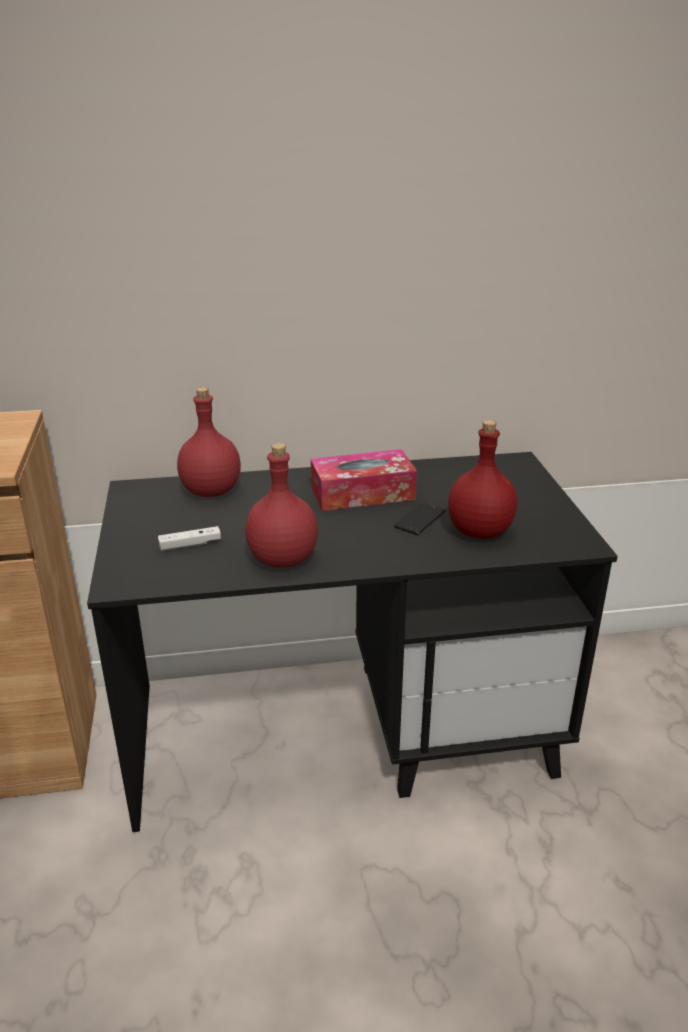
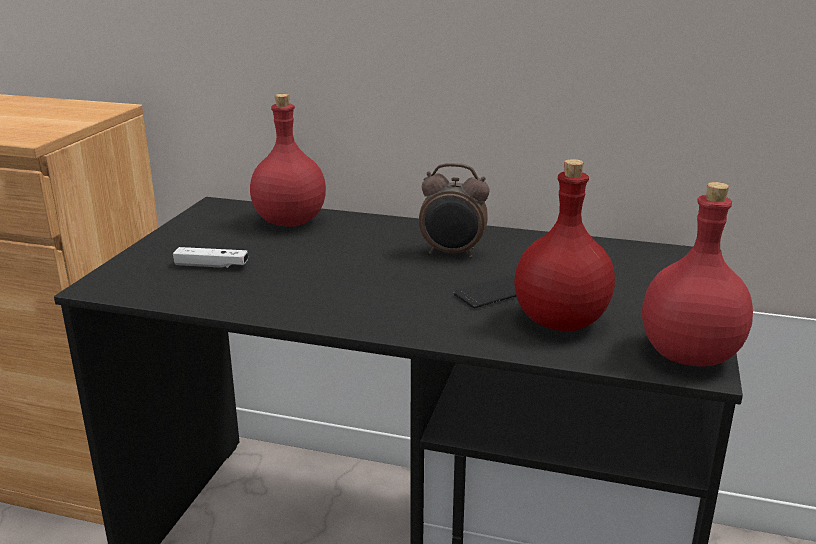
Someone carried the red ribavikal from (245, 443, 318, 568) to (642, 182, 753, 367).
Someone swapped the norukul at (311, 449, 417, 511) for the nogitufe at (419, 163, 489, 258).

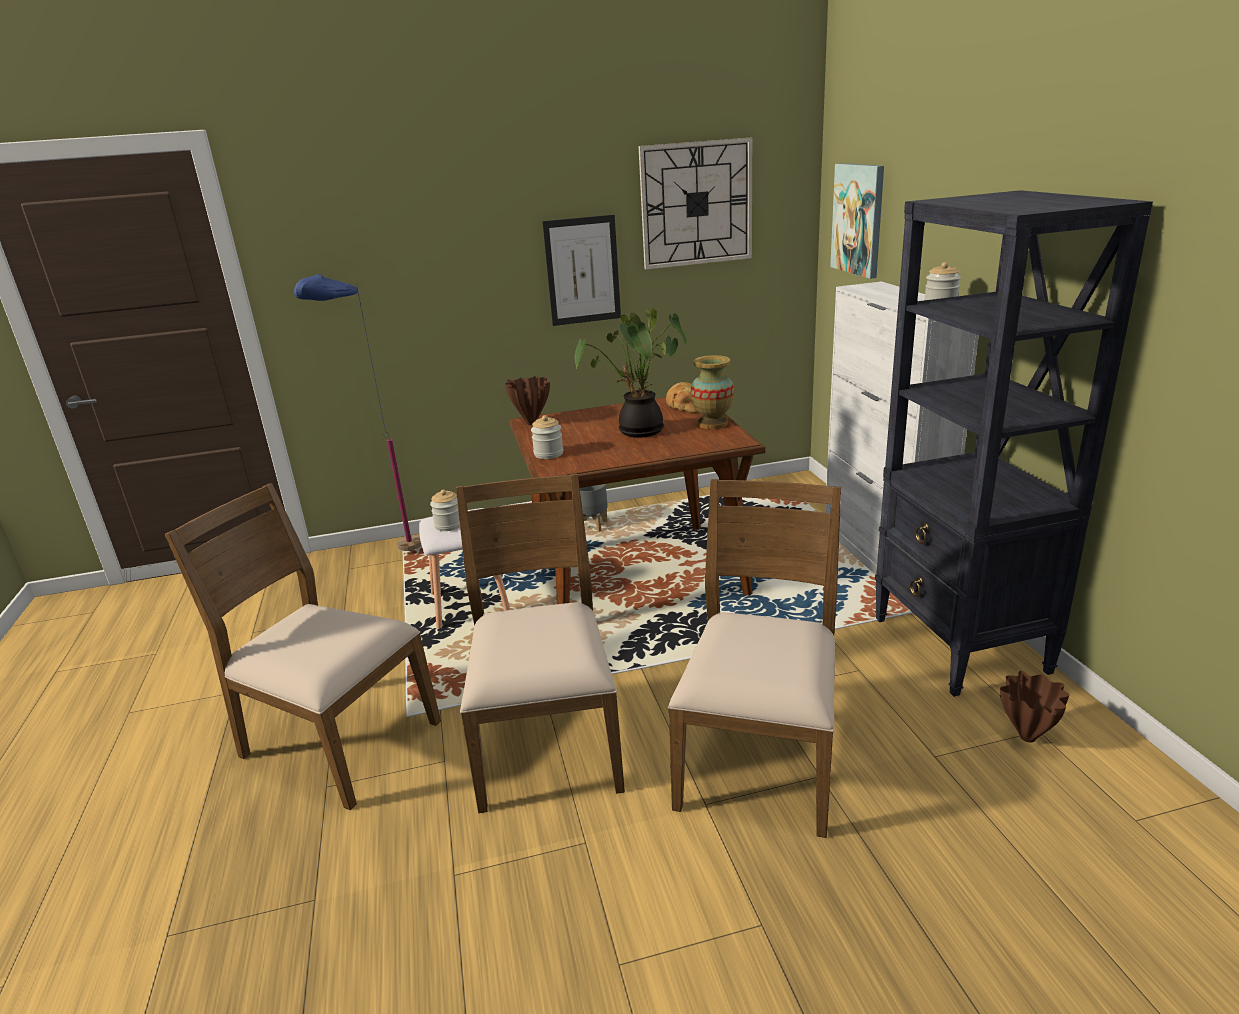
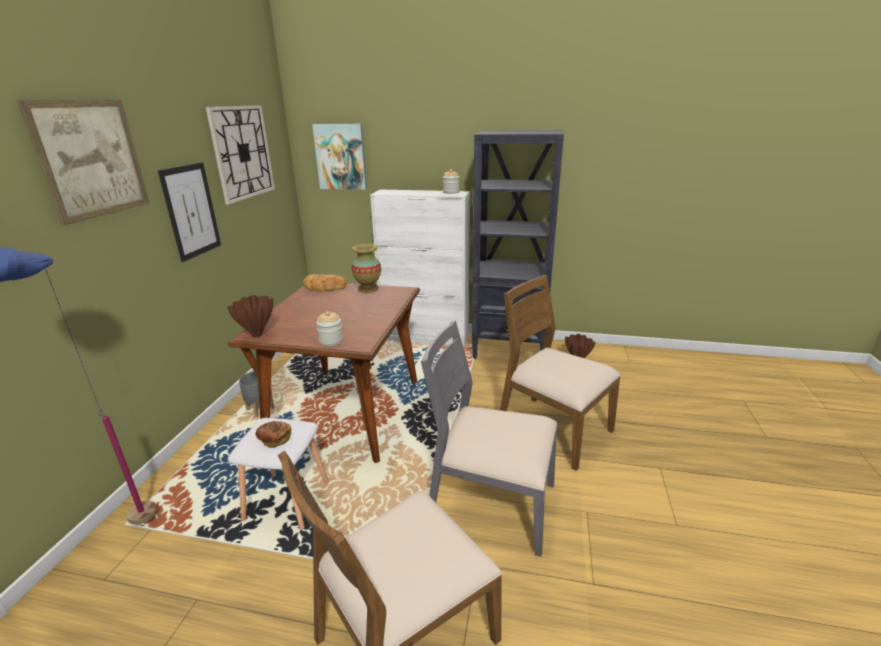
Someone swapped the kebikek at (430, 490, 460, 531) for the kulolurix at (256, 421, 291, 448).
Someone repainted the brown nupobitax at (456, 474, 625, 813), which became the grey nupobitax at (421, 321, 557, 557).
Someone took away the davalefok at (575, 307, 687, 438).
Someone put up the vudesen at (16, 100, 150, 226).

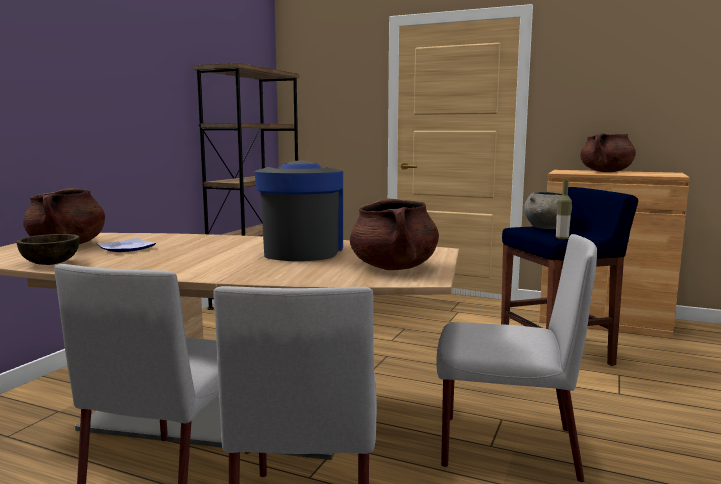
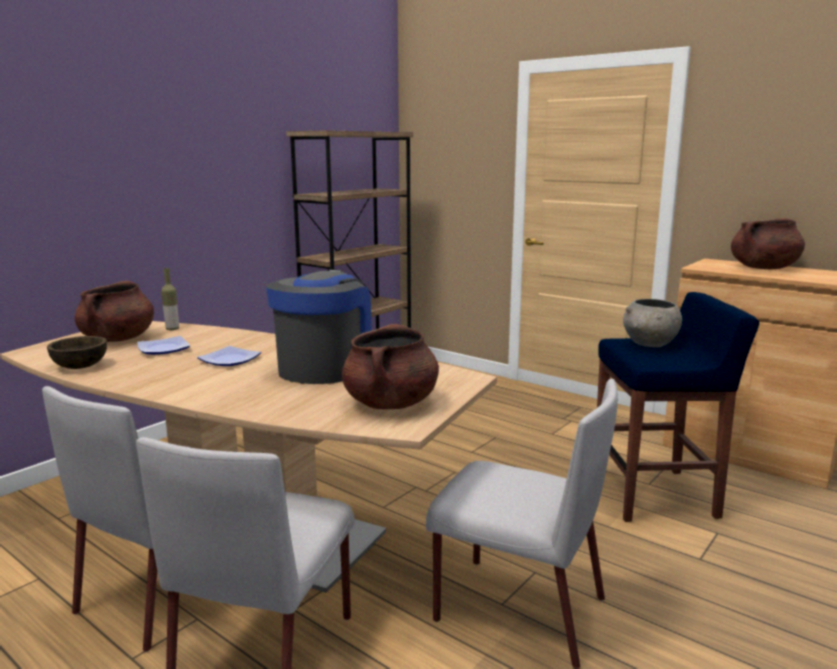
Someone carried the ribavikal from (556, 180, 572, 240) to (161, 268, 179, 330).
Someone put down the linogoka at (197, 346, 261, 366).

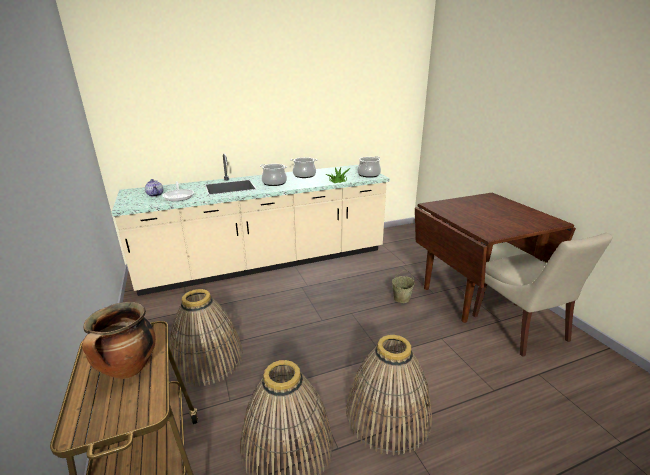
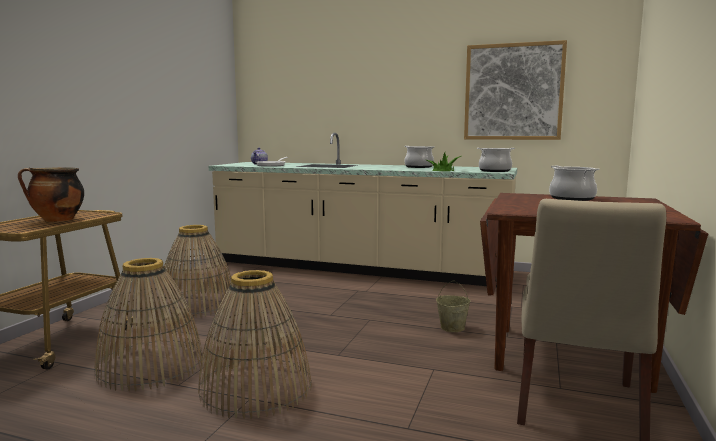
Someone carried the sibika from (260, 164, 287, 186) to (549, 166, 599, 201).
Someone put up the vudesen at (464, 40, 567, 140).

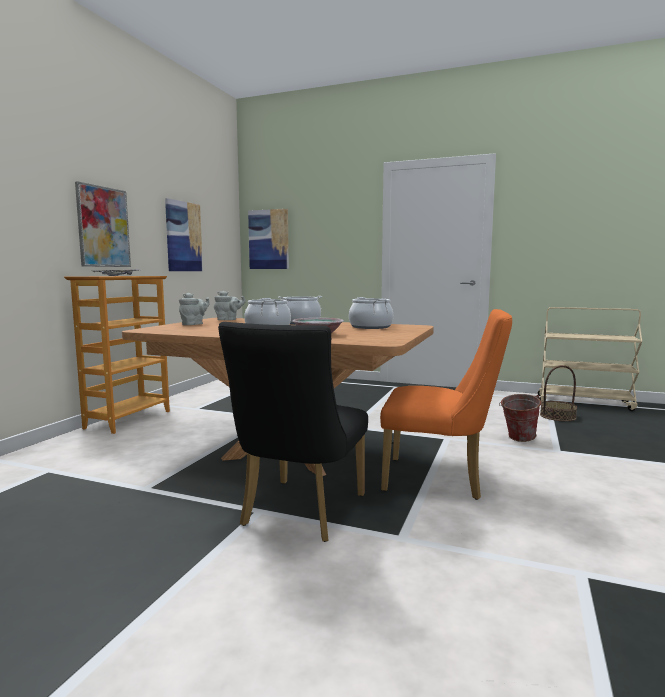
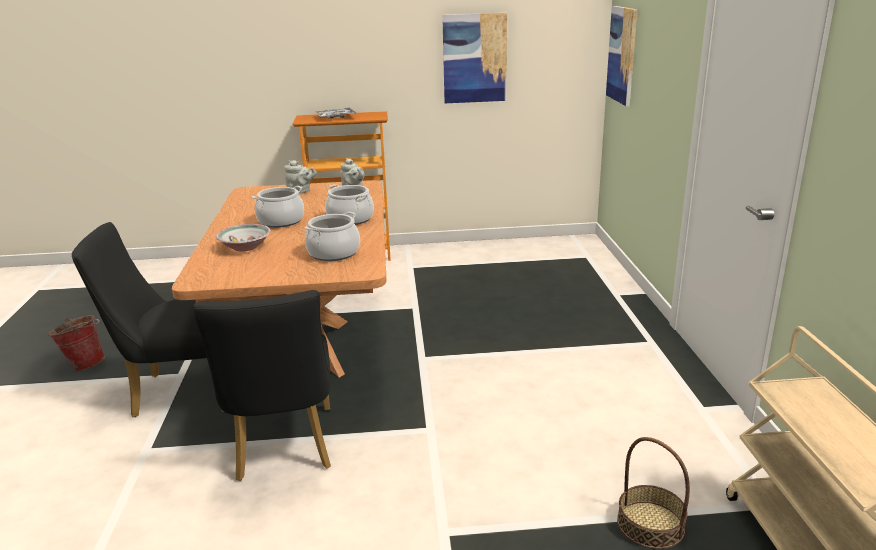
Someone took away the vudesen at (75, 181, 131, 267).
Someone repainted the orange nupobitax at (380, 309, 512, 500), which became the black nupobitax at (193, 290, 331, 481).
Someone carried the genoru from (499, 394, 541, 442) to (48, 315, 105, 371).

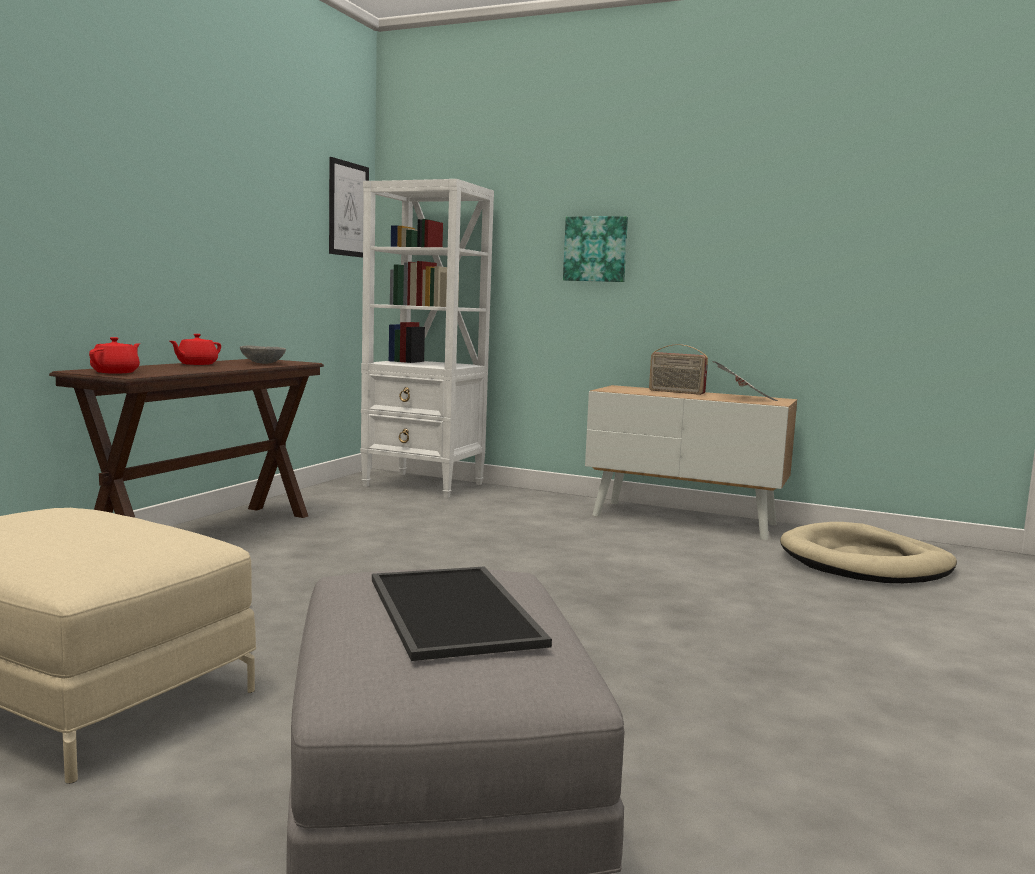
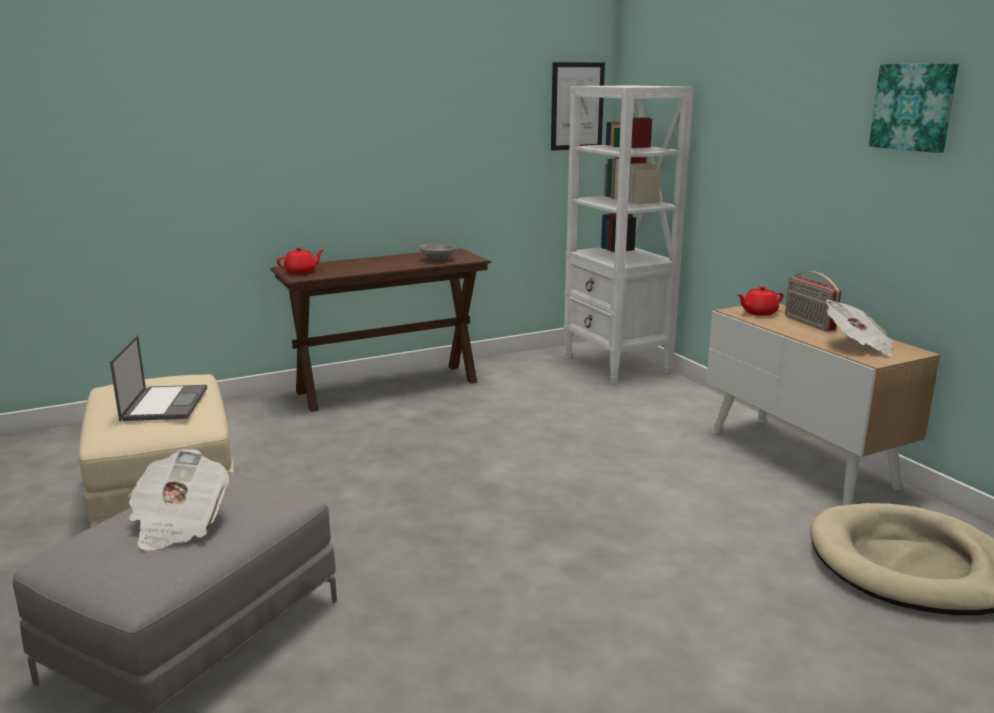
Someone carried the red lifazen from (170, 334, 221, 365) to (737, 286, 783, 316).
Someone swapped the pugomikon at (372, 567, 552, 661) for the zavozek at (128, 449, 230, 551).
Someone carried the vudesen from (563, 216, 628, 282) to (869, 63, 959, 153).
Someone put down the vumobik at (110, 335, 207, 421).

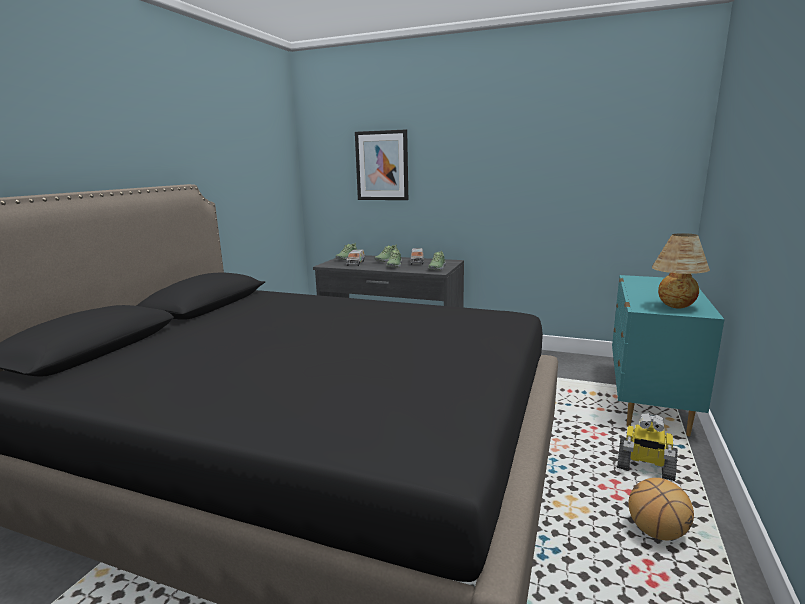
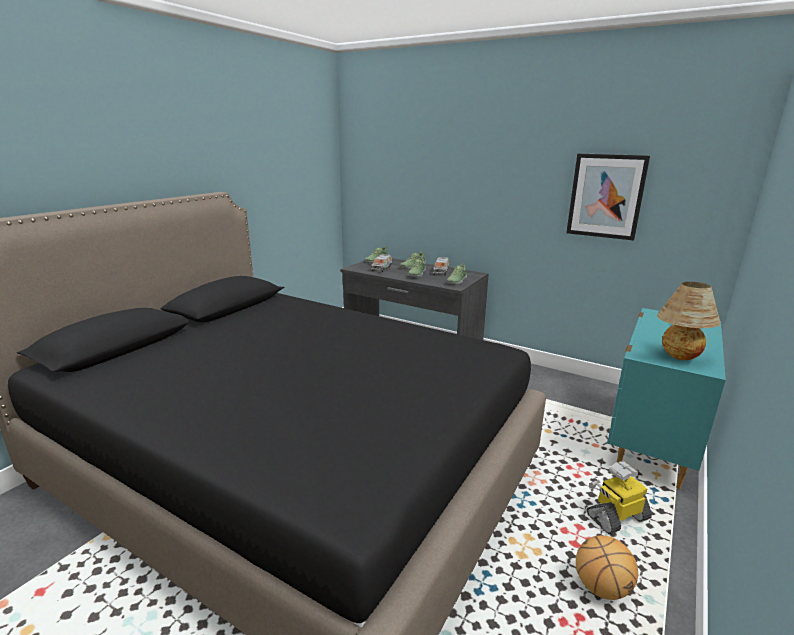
Someone carried the vudesen from (355, 129, 408, 200) to (566, 153, 650, 241).
Someone rotated the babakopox at (617, 413, 678, 481) by 120 degrees clockwise.

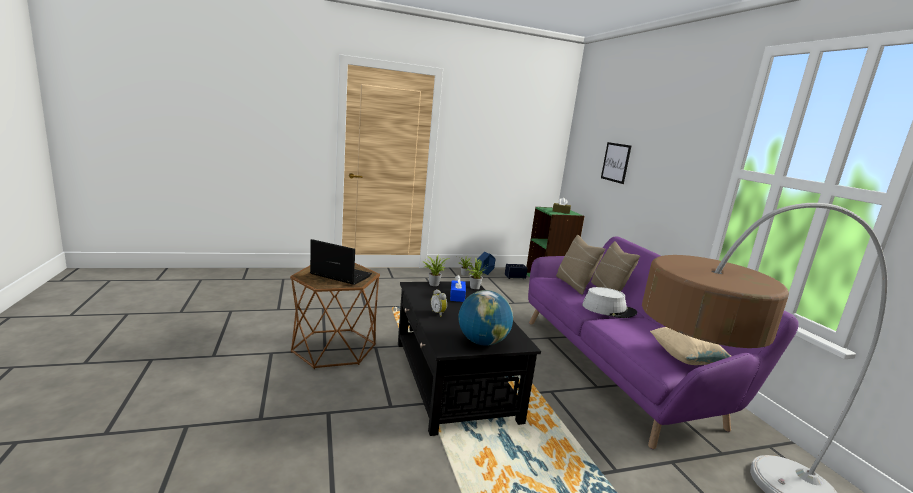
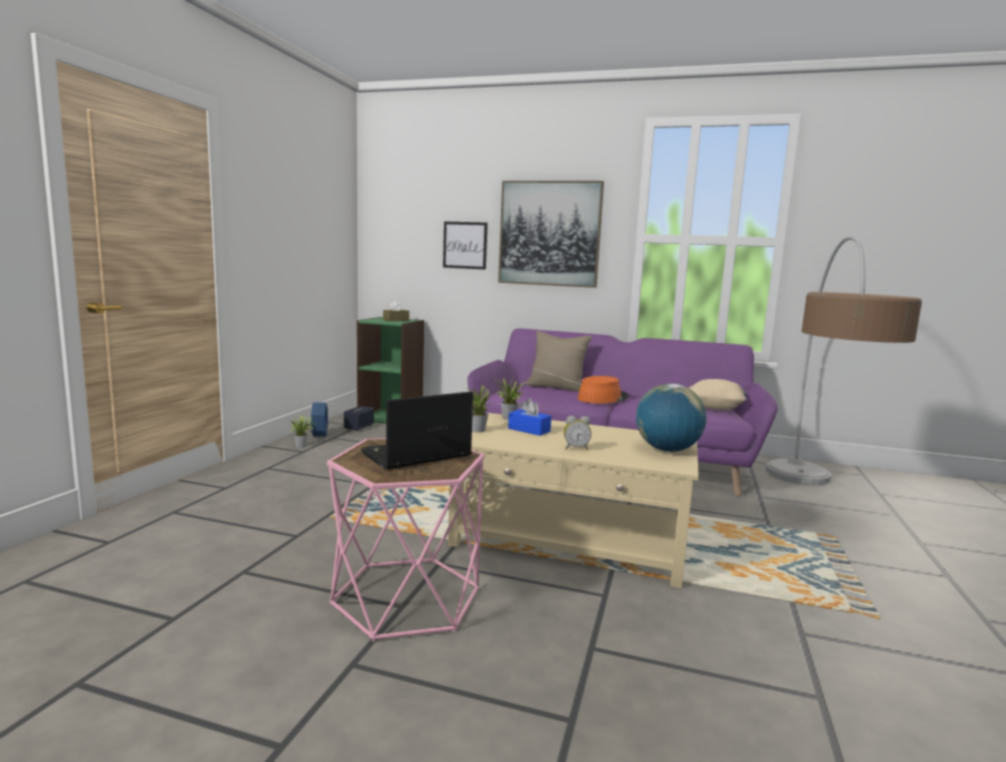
Someone repainted the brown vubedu at (290, 263, 380, 369), which became the pink vubedu at (327, 438, 485, 642).
Someone repainted the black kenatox at (398, 281, 541, 436), which became the beige kenatox at (448, 413, 698, 588).
Someone took away the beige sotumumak at (556, 235, 605, 295).
Someone repainted the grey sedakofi at (582, 287, 637, 318), which became the orange sedakofi at (578, 376, 629, 403).
Someone put up the vudesen at (498, 181, 604, 288).

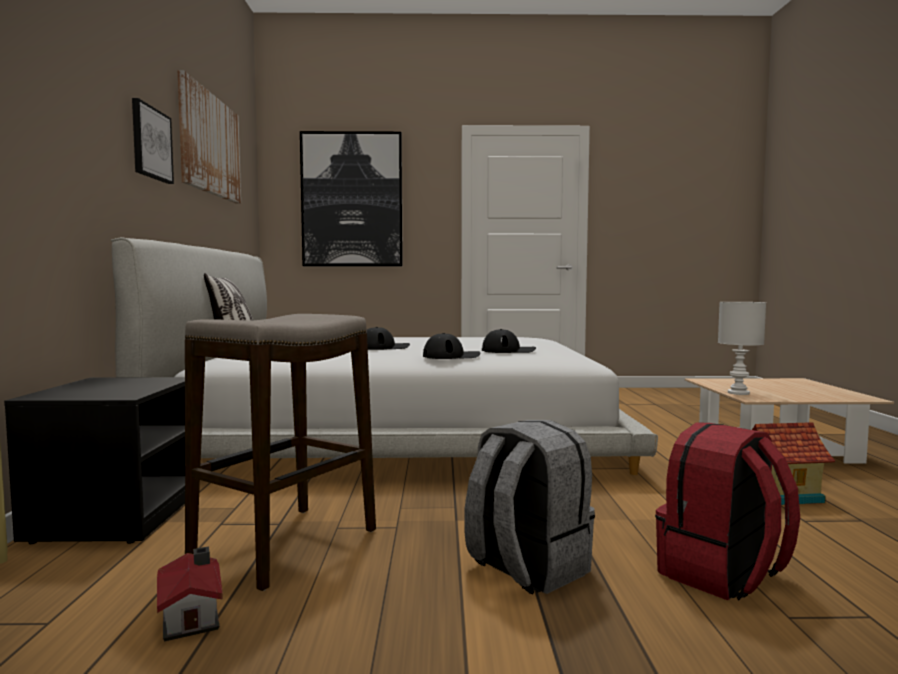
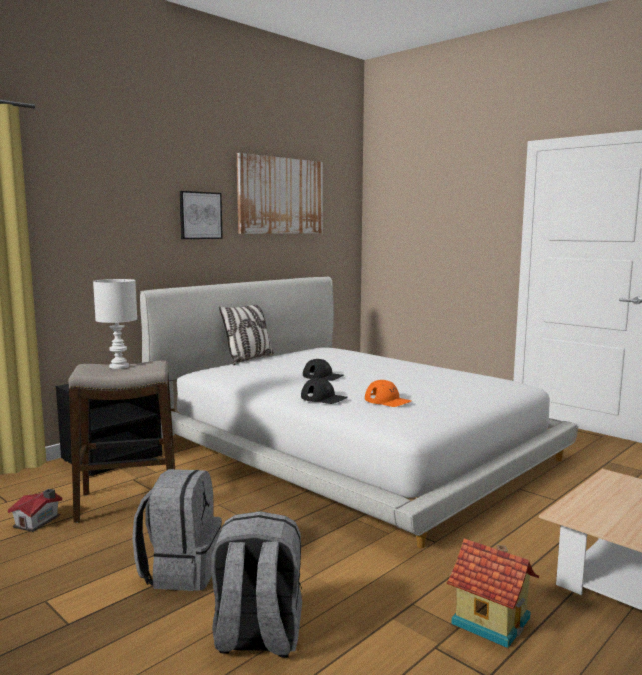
Someone took away the vudesen at (300, 131, 403, 266).
Someone repainted the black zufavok at (482, 329, 536, 353), which became the orange zufavok at (365, 380, 412, 407).
Someone repainted the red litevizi at (655, 422, 800, 601), which became the grey litevizi at (211, 511, 302, 658).
Someone carried the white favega from (718, 302, 766, 395) to (93, 279, 137, 369).

